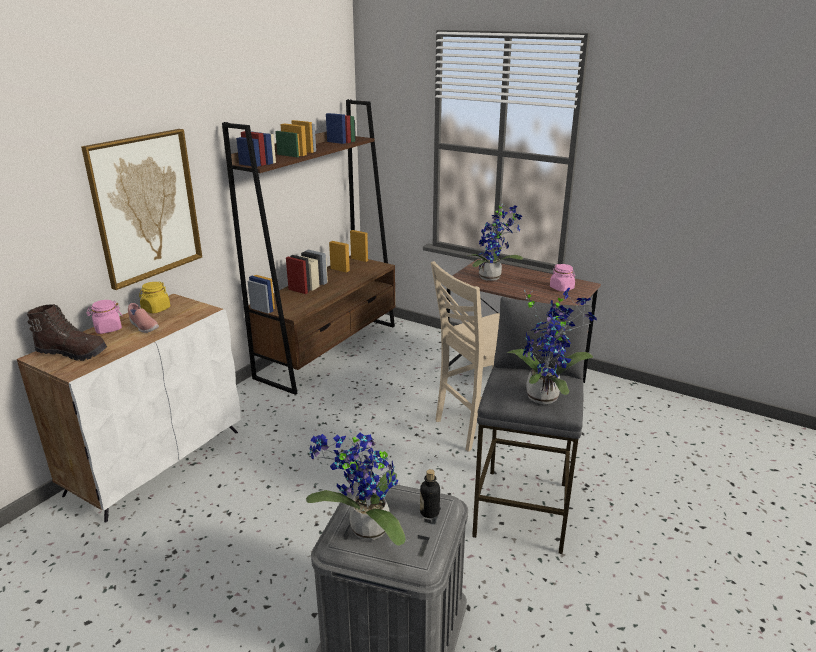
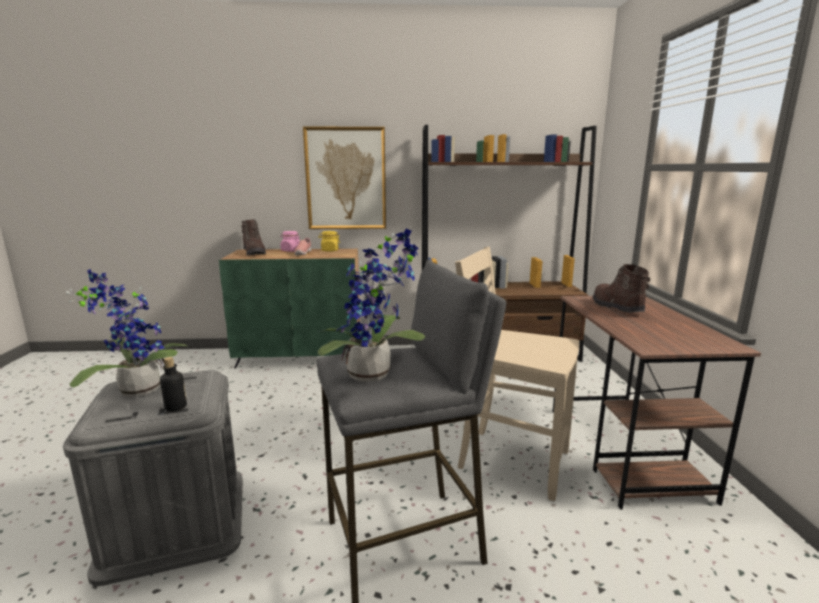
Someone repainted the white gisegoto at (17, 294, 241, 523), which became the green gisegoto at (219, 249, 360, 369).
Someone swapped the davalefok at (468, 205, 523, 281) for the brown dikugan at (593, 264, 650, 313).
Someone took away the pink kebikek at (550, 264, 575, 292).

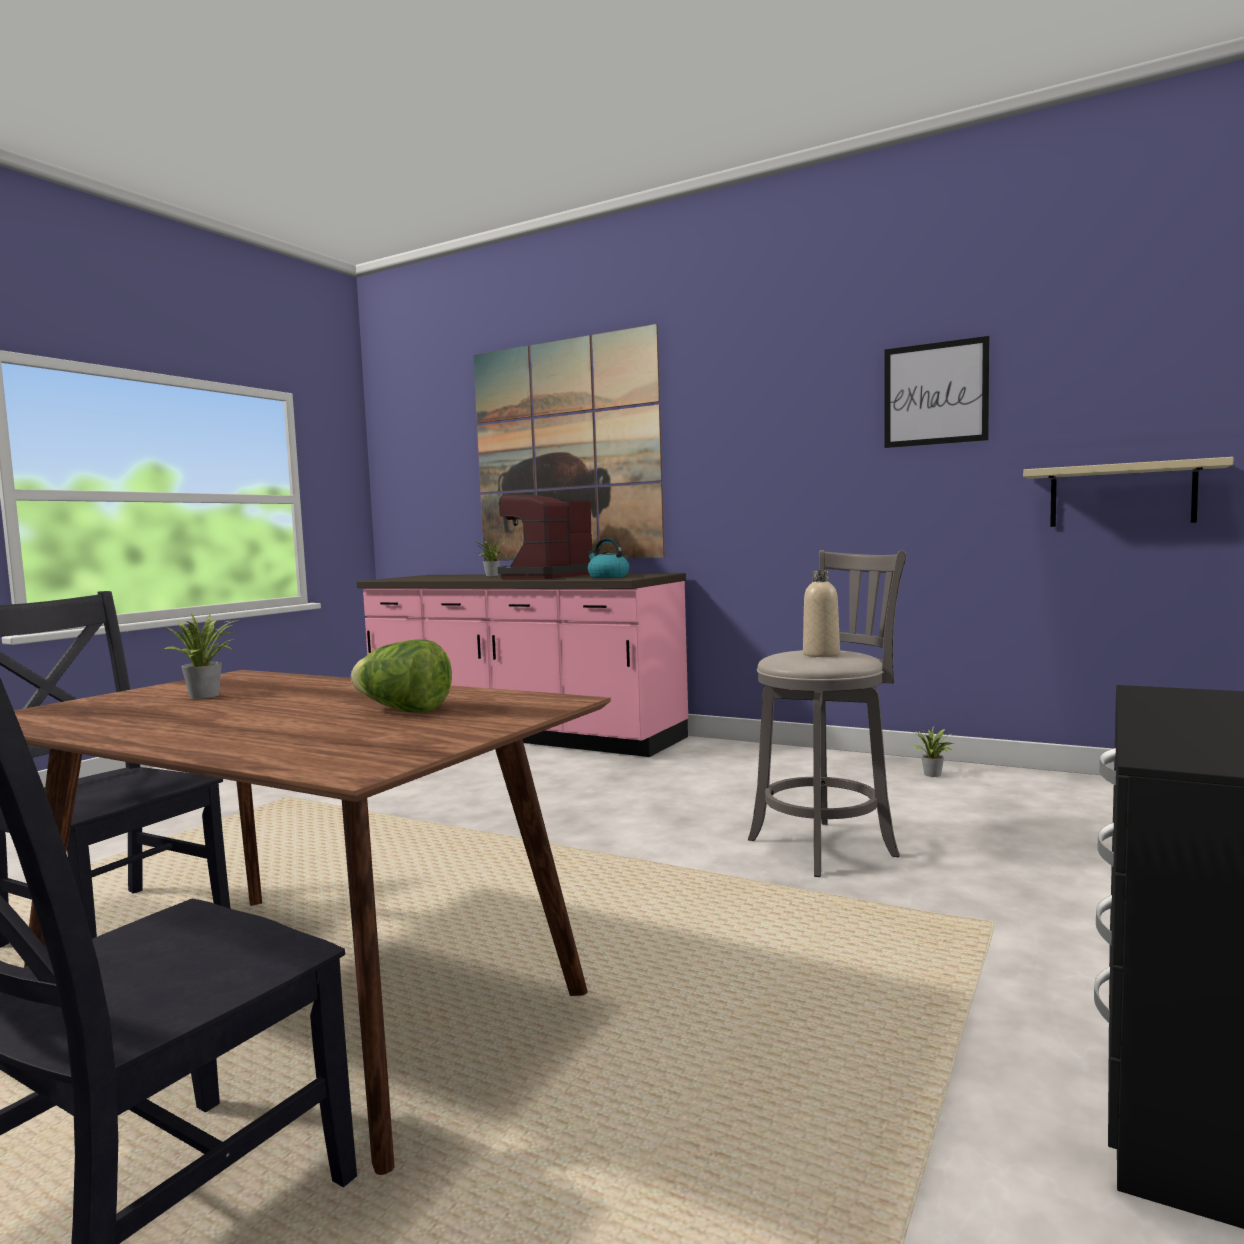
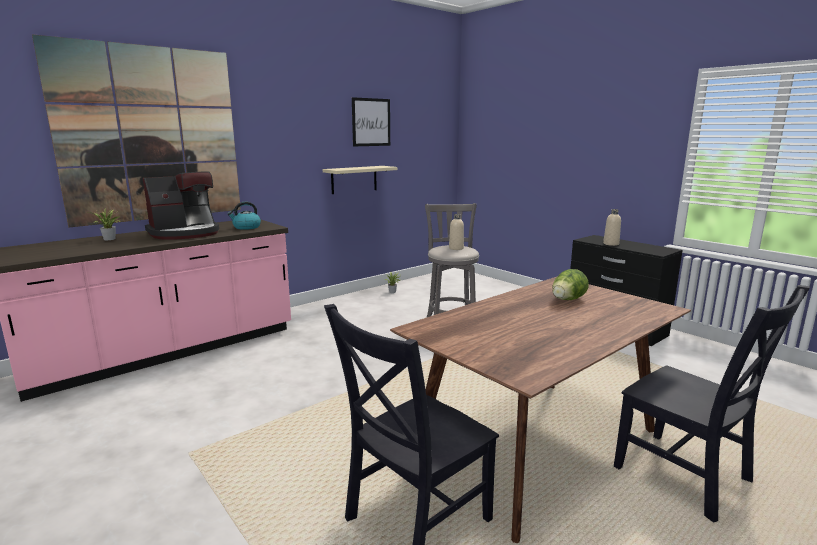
Someone took away the davalefok at (163, 613, 238, 699).
Someone rotated the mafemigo at (498, 494, 592, 579) by 90 degrees counterclockwise.
Someone carried the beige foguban from (1023, 457, 1234, 527) to (323, 166, 397, 194).
Someone put down the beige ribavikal at (603, 209, 621, 246).

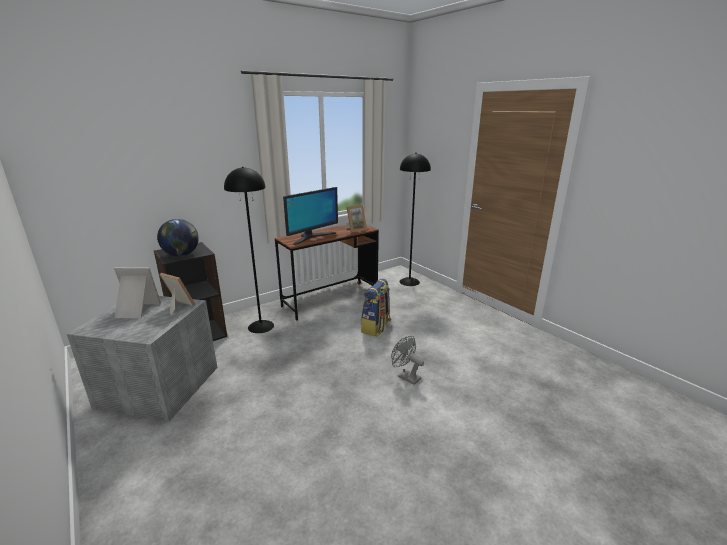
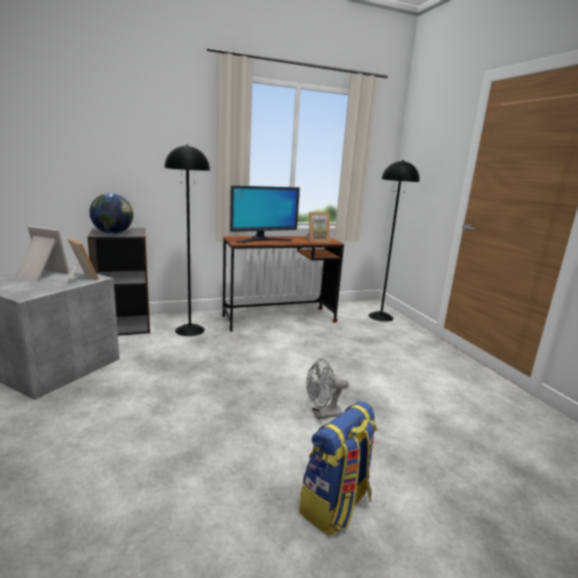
Someone carried the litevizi from (361, 279, 391, 337) to (299, 401, 377, 536).
Someone rotated the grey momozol at (391, 336, 424, 385) by 75 degrees counterclockwise.

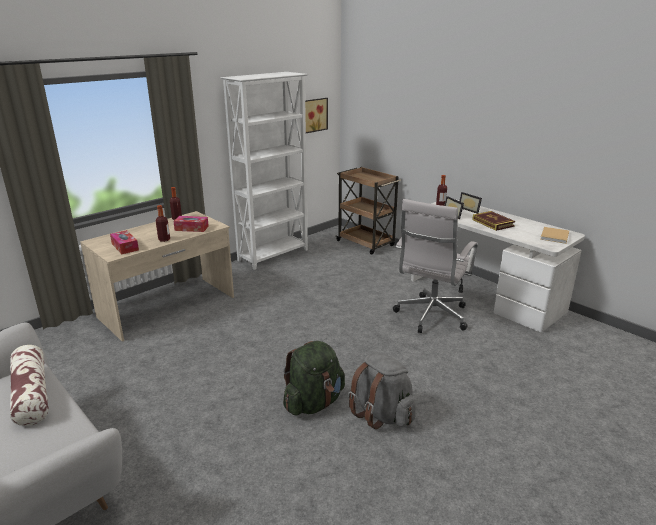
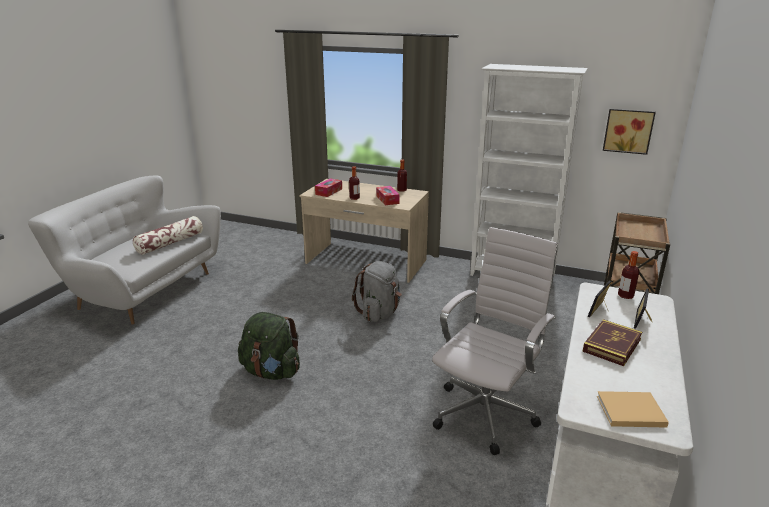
Someone carried the grey litevizi from (348, 352, 416, 429) to (352, 261, 402, 322).
Someone rotated the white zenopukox at (393, 199, 478, 333) by 120 degrees clockwise.

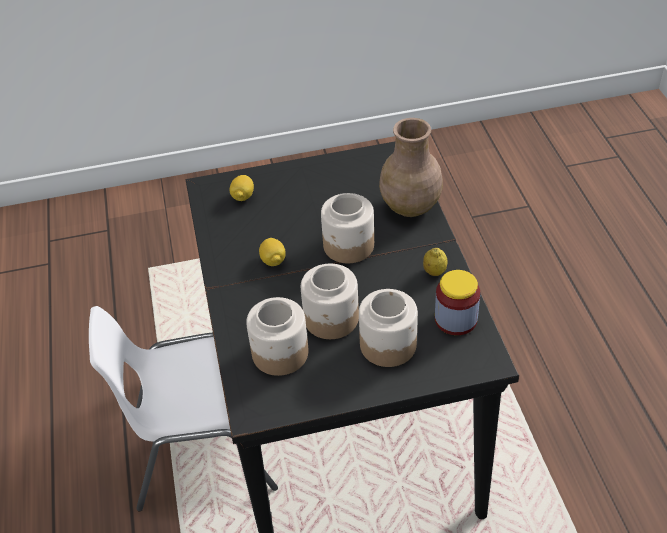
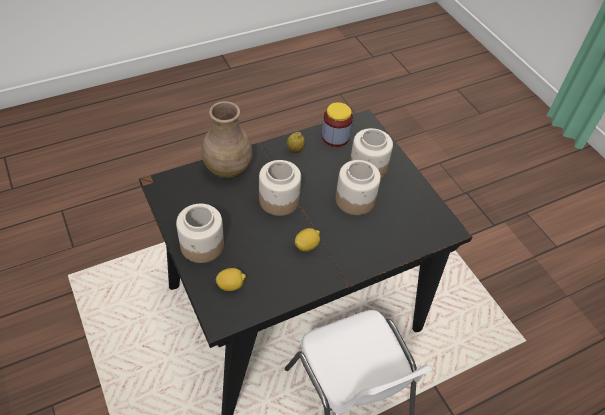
Someone carried the kebikek from (246, 297, 308, 376) to (176, 204, 224, 263).

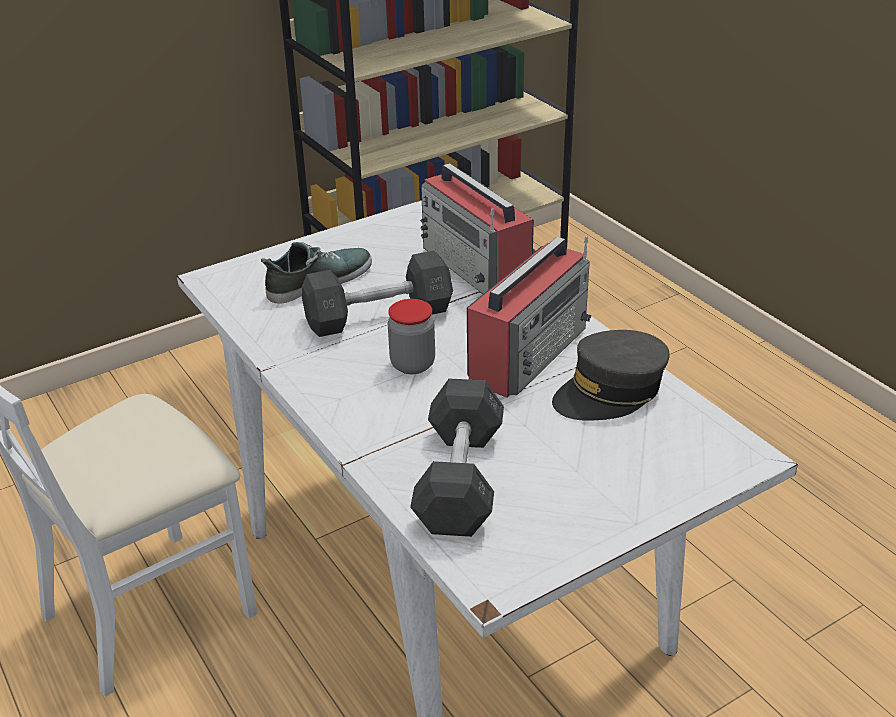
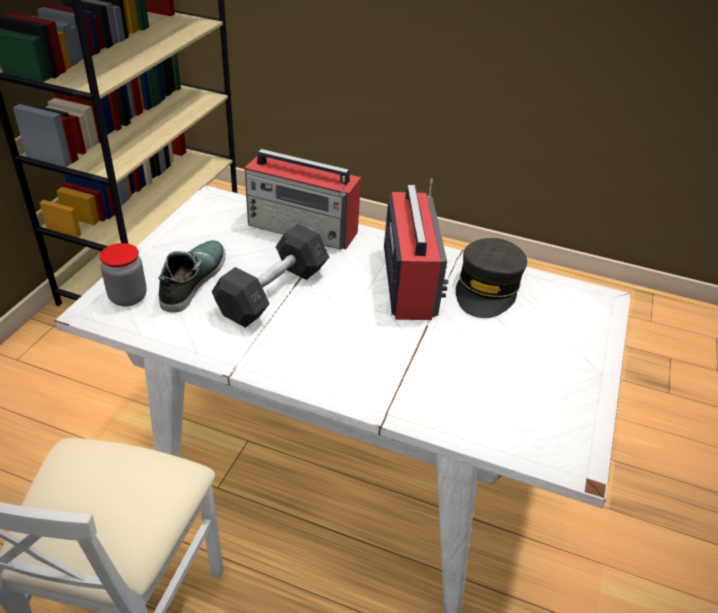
Someone carried the kebikek from (388, 299, 435, 374) to (100, 243, 147, 307).
Someone took away the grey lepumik at (410, 379, 504, 537).

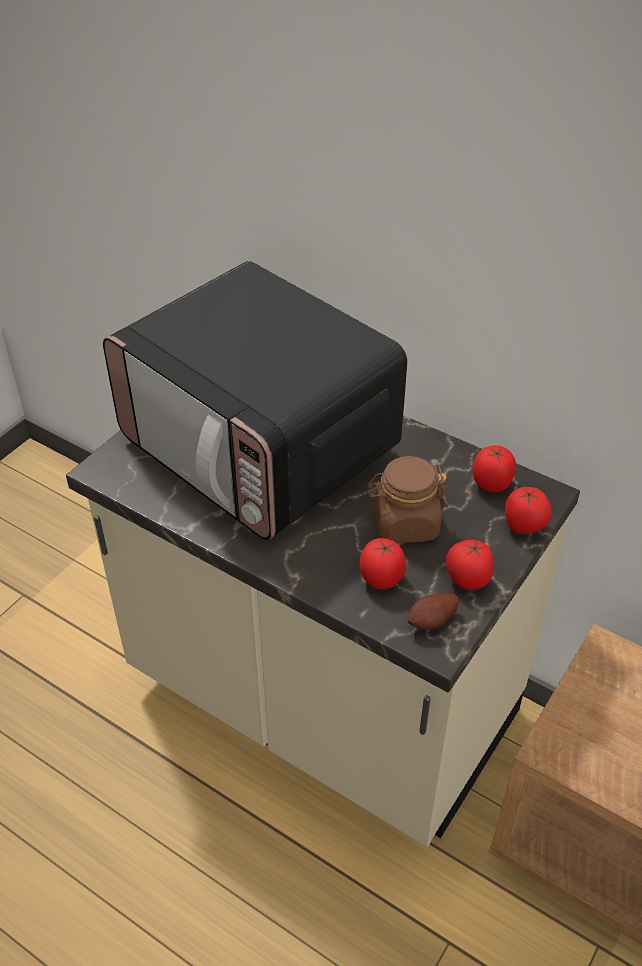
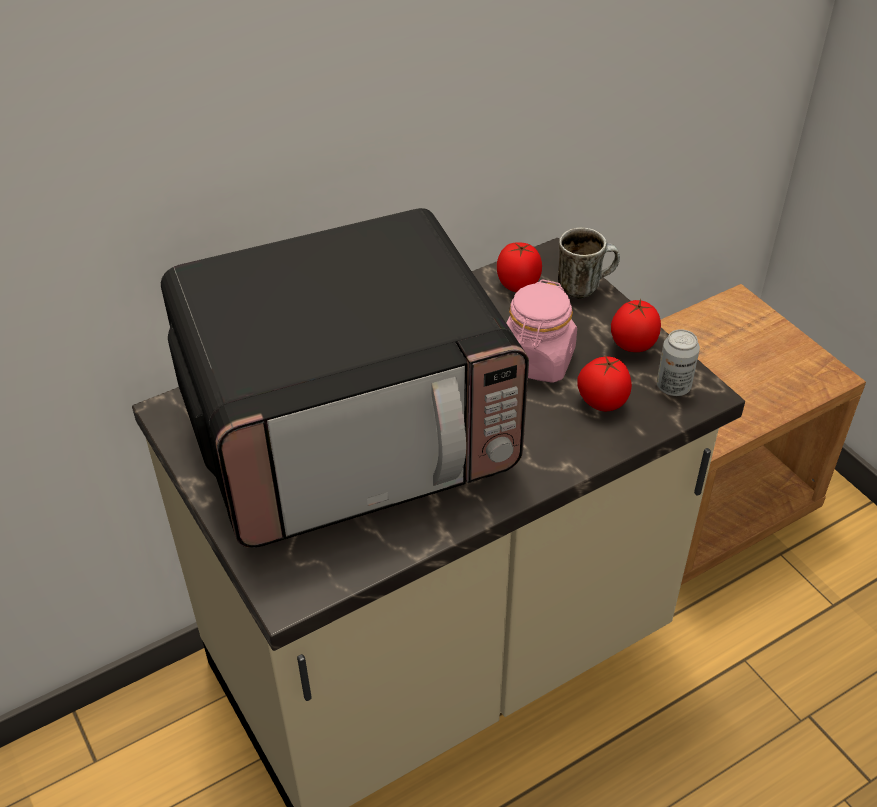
Someone repainted the brown kebikek at (367, 456, 448, 543), which became the pink kebikek at (506, 279, 577, 383).
Someone swapped the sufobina at (407, 593, 459, 630) for the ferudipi at (657, 329, 700, 396).
Someone swapped the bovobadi at (505, 487, 552, 534) for the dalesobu at (558, 227, 620, 299).

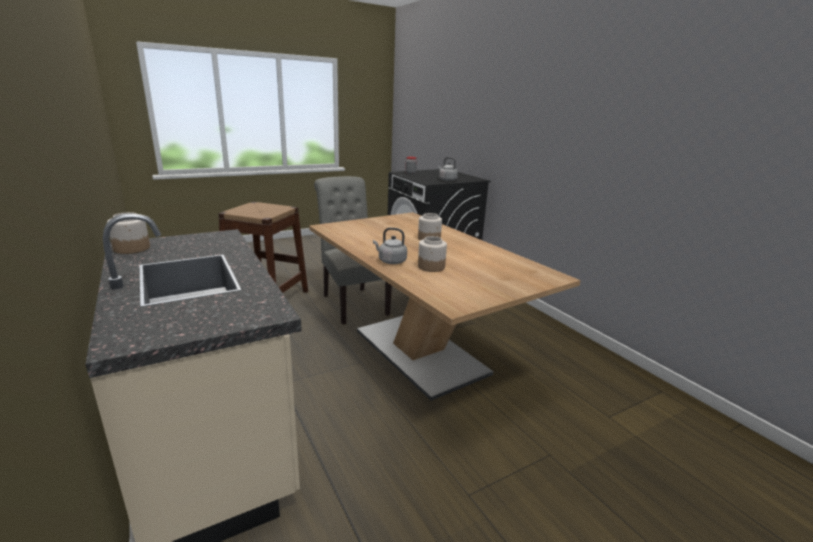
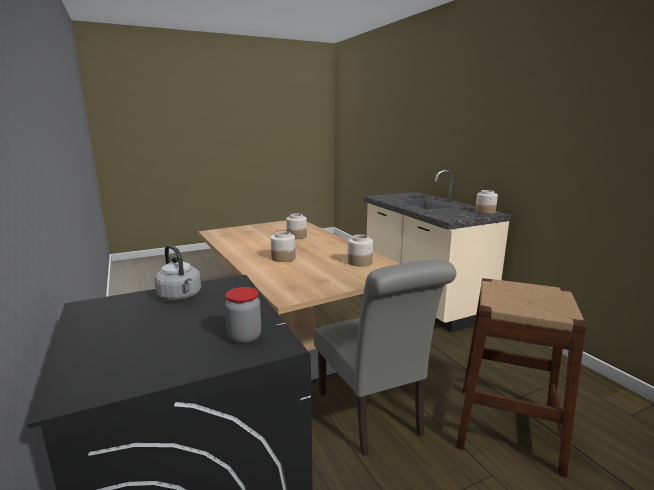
Someone took away the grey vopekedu at (373, 228, 407, 264).
Someone put down the kebikek at (348, 234, 373, 267).

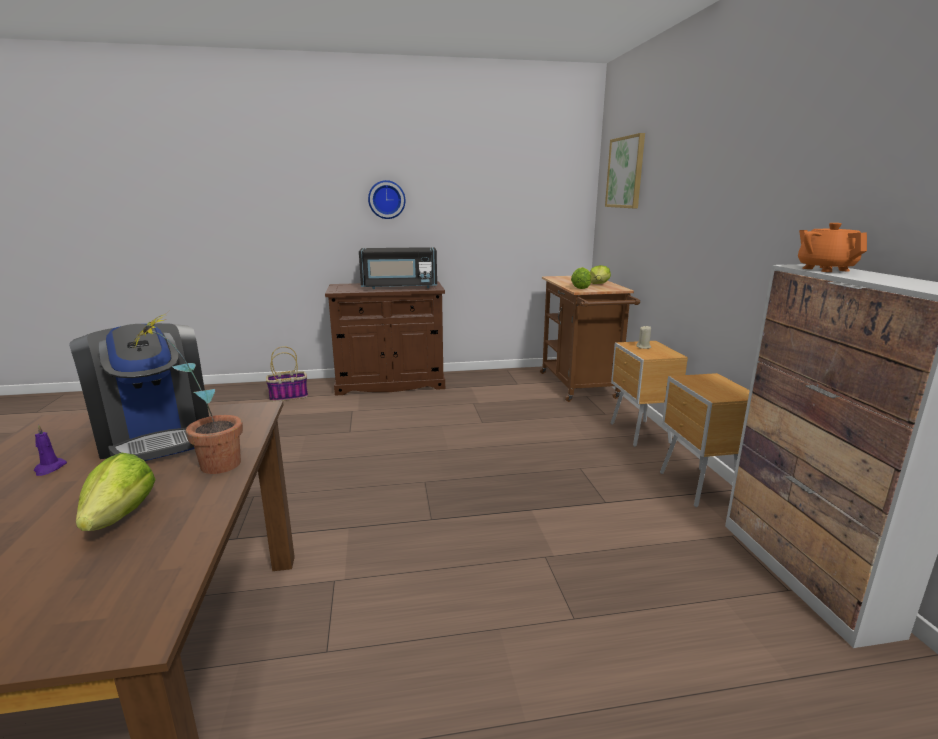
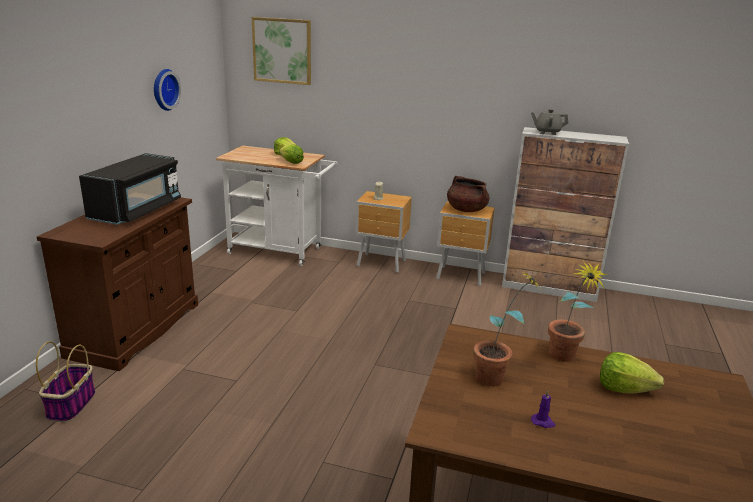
Someone swapped the mafemigo at (69, 323, 209, 461) for the davalefok at (474, 272, 541, 386).
Someone carried the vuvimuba from (368, 180, 406, 219) to (154, 69, 181, 111).
Someone repainted the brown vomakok at (540, 276, 640, 402), which became the white vomakok at (216, 146, 338, 266).
Someone repainted the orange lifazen at (798, 223, 867, 272), which became the grey lifazen at (531, 109, 568, 135).
Someone put down the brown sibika at (447, 176, 489, 212).

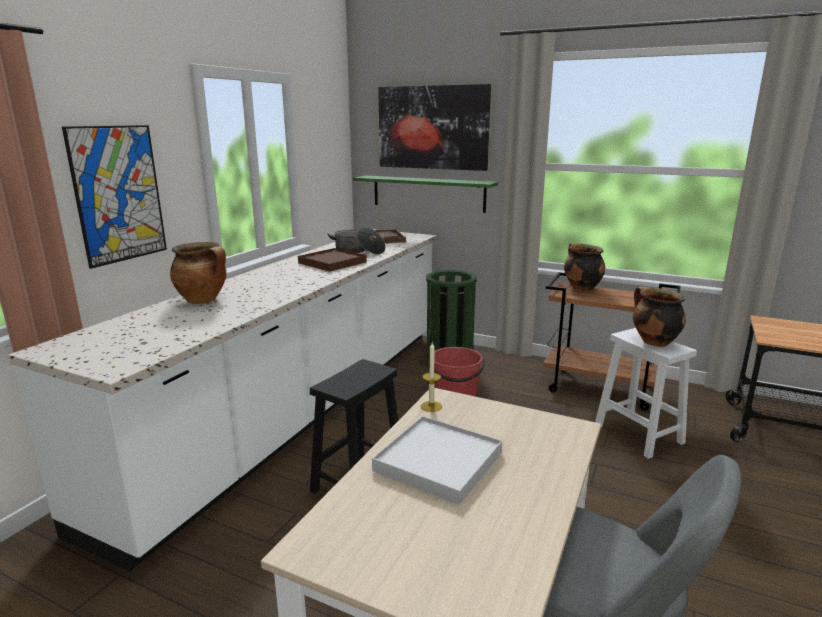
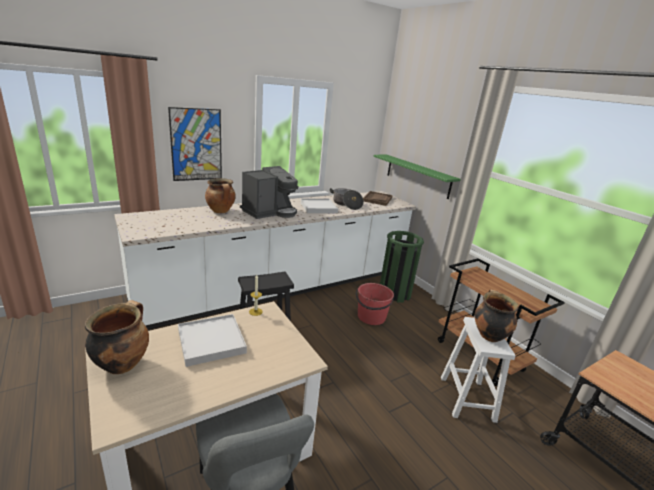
Someone repainted the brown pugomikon at (298, 248, 367, 272), which became the white pugomikon at (301, 199, 338, 213).
Someone took away the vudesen at (378, 84, 491, 171).
Someone carried the sibika from (564, 243, 605, 291) to (85, 300, 149, 374).
Someone put down the mafemigo at (240, 166, 298, 219).

